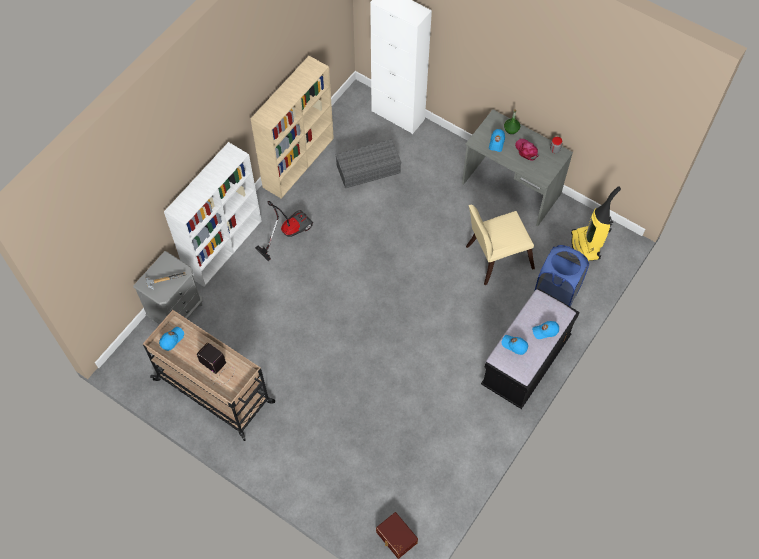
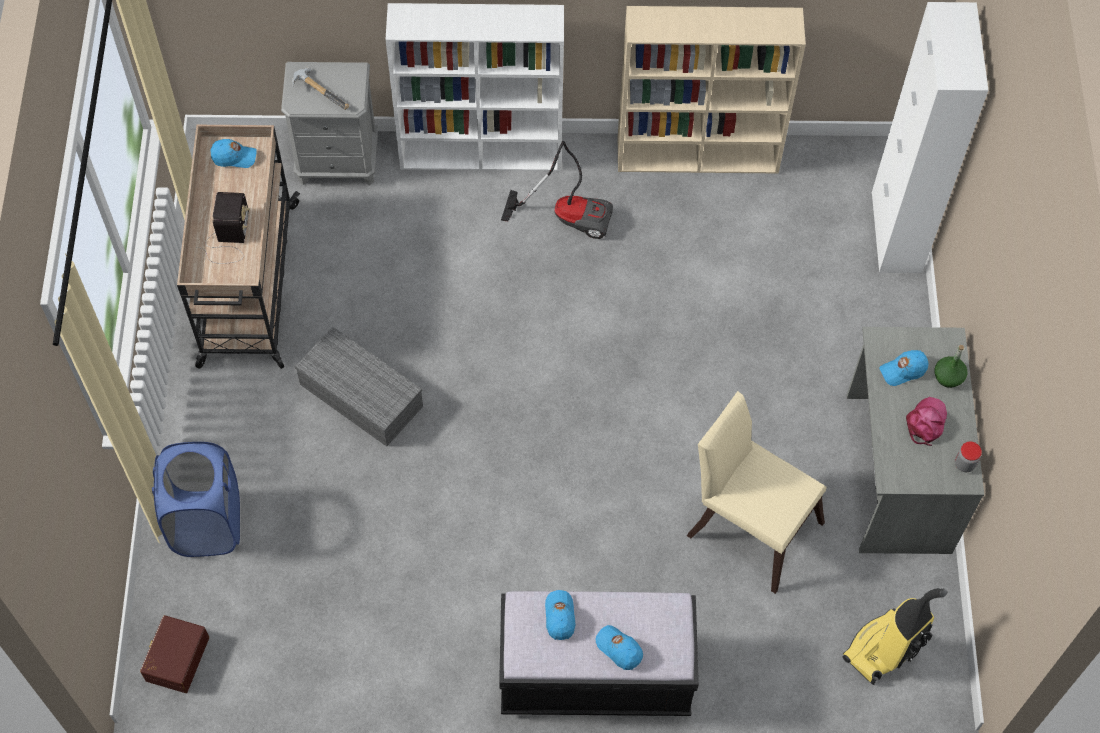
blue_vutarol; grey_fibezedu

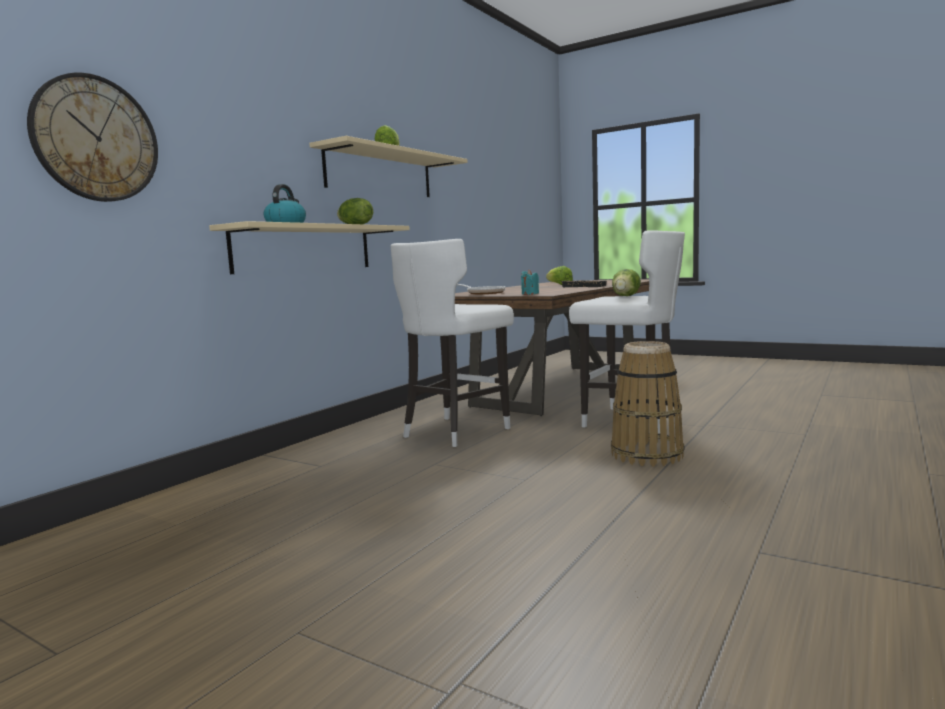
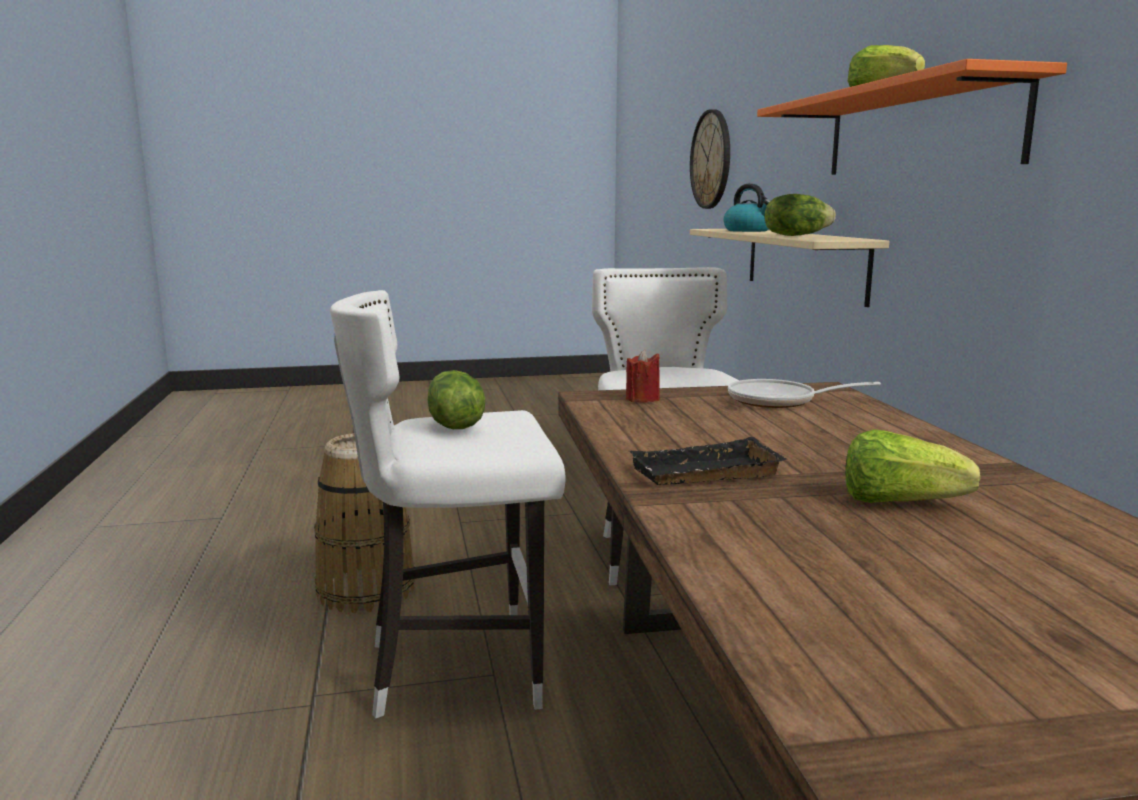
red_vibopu; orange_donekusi

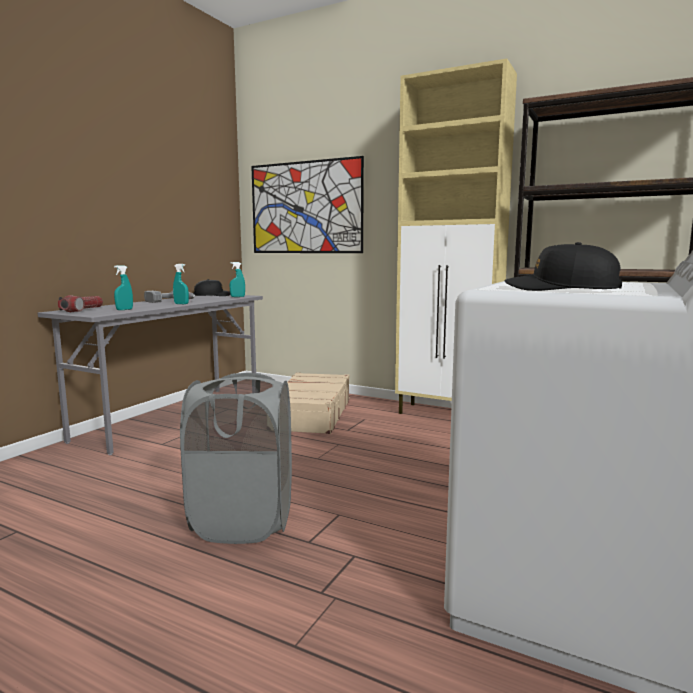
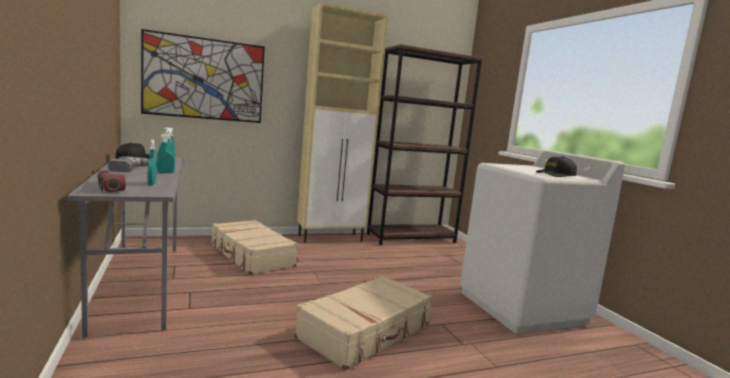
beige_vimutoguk (2nd from left)

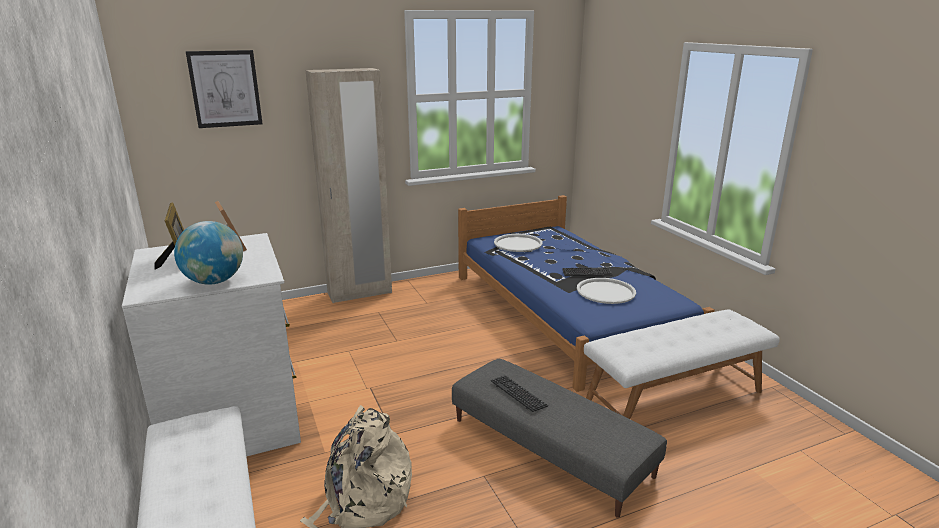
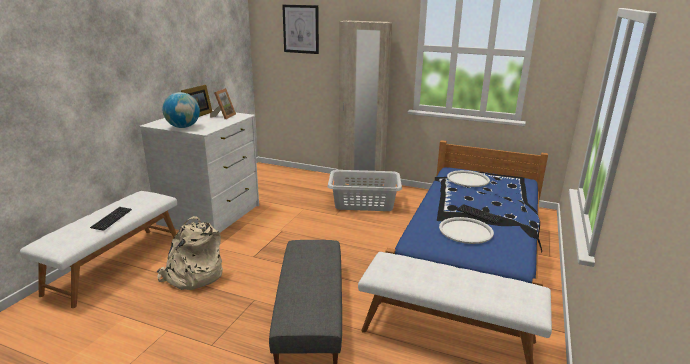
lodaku (1st from left); grey_vutarol

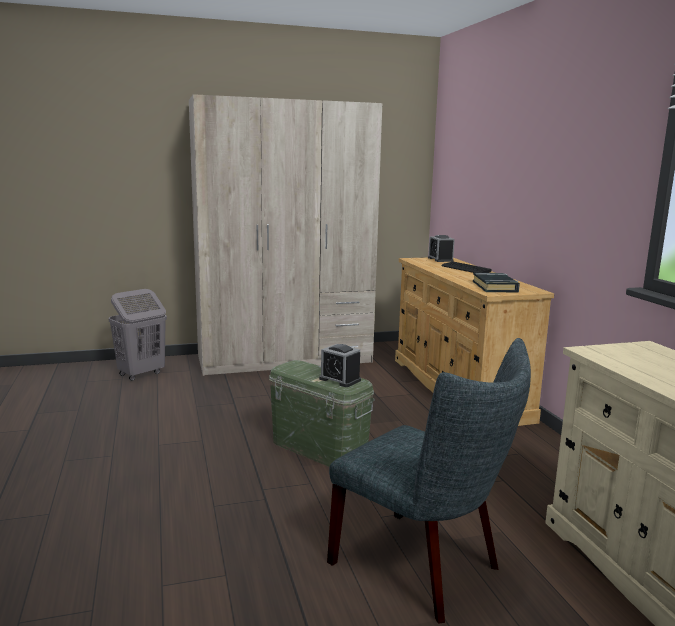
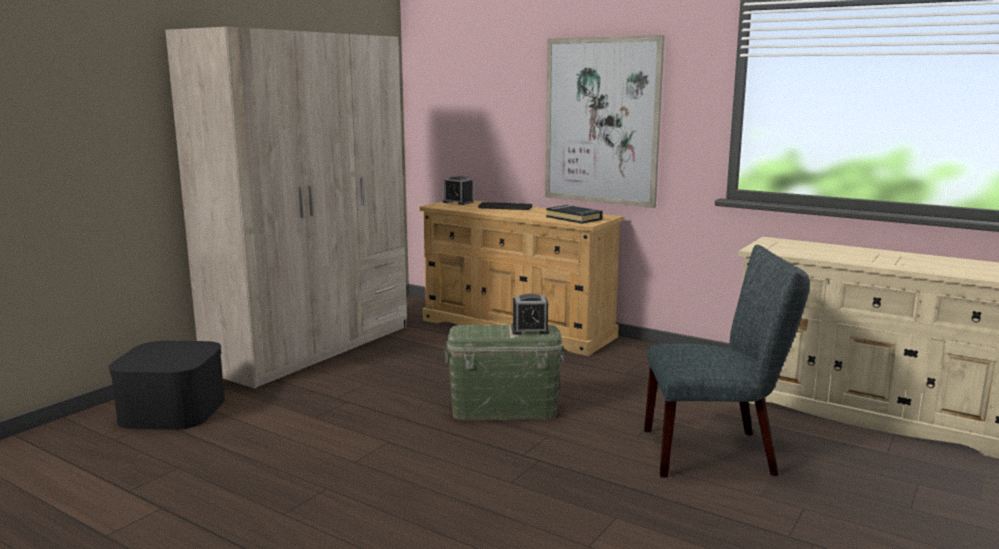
black_fibezedu; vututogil

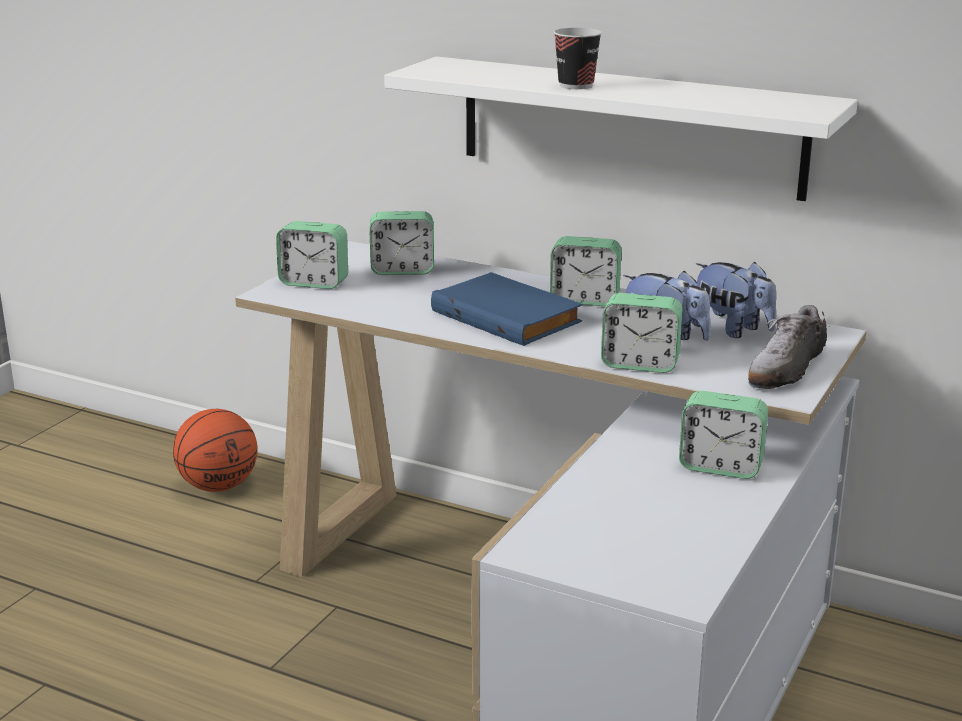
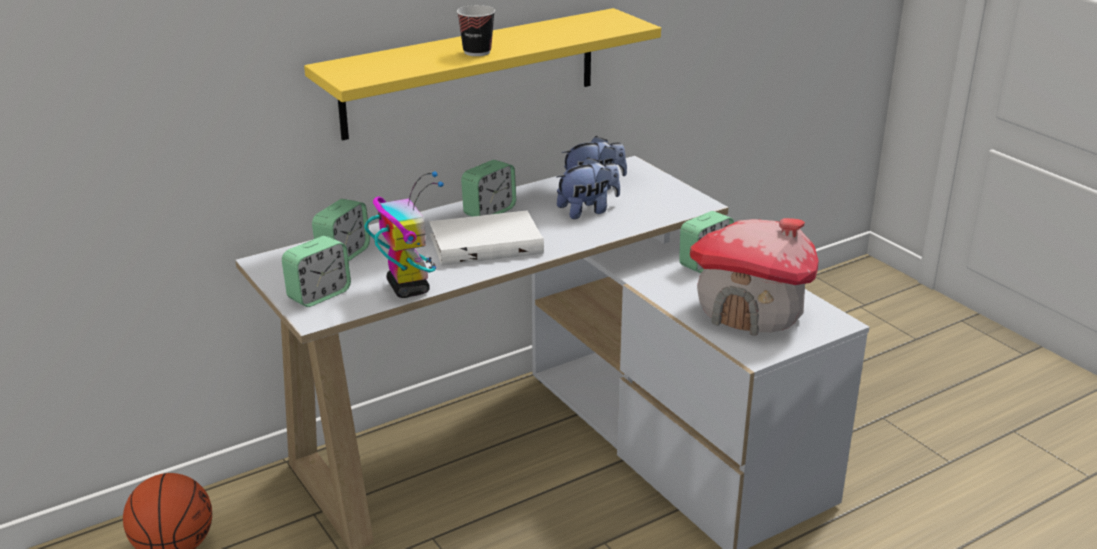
yellow_donekusi; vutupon; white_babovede; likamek; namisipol (4th from left in the first image); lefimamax

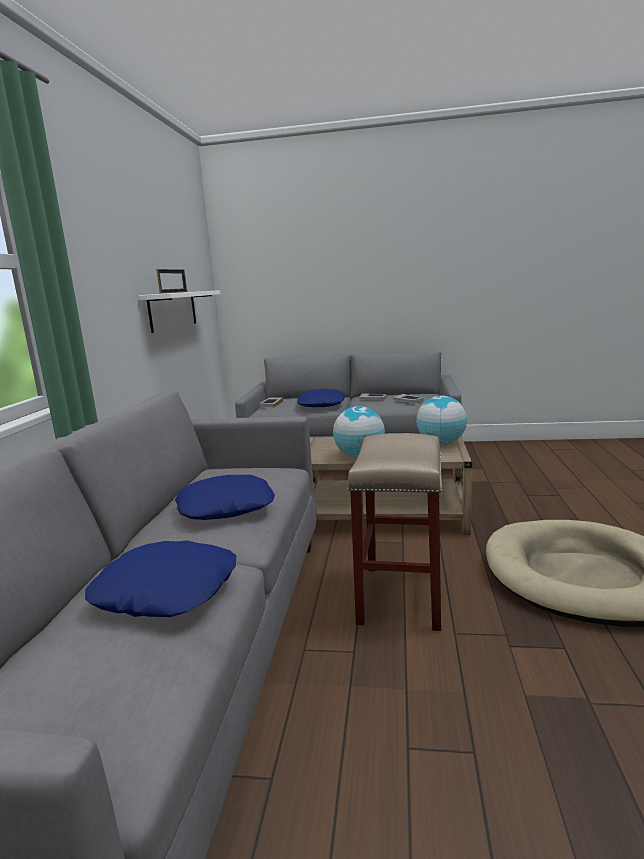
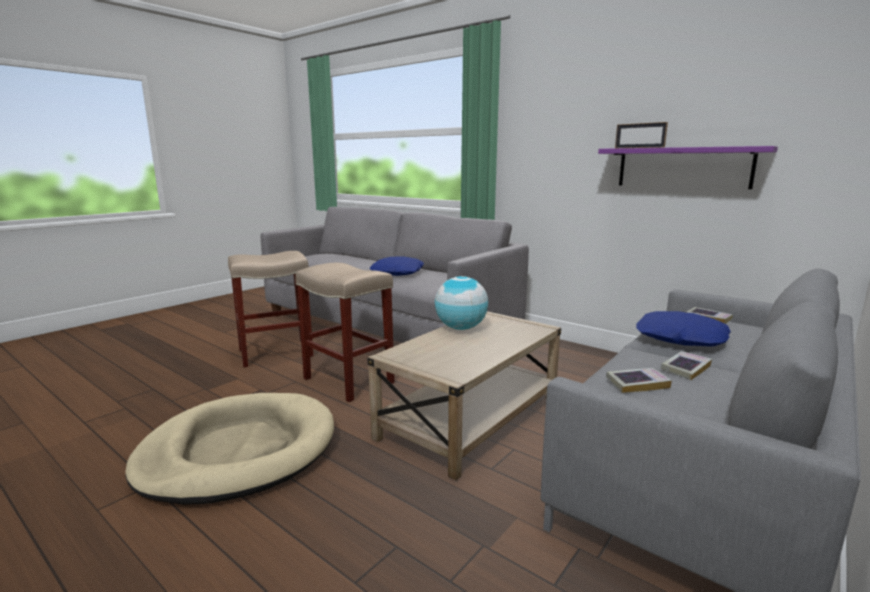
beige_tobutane (1st from left); purple_donekusi; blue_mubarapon (1st from left in the first image); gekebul (2nd from left in the first image)

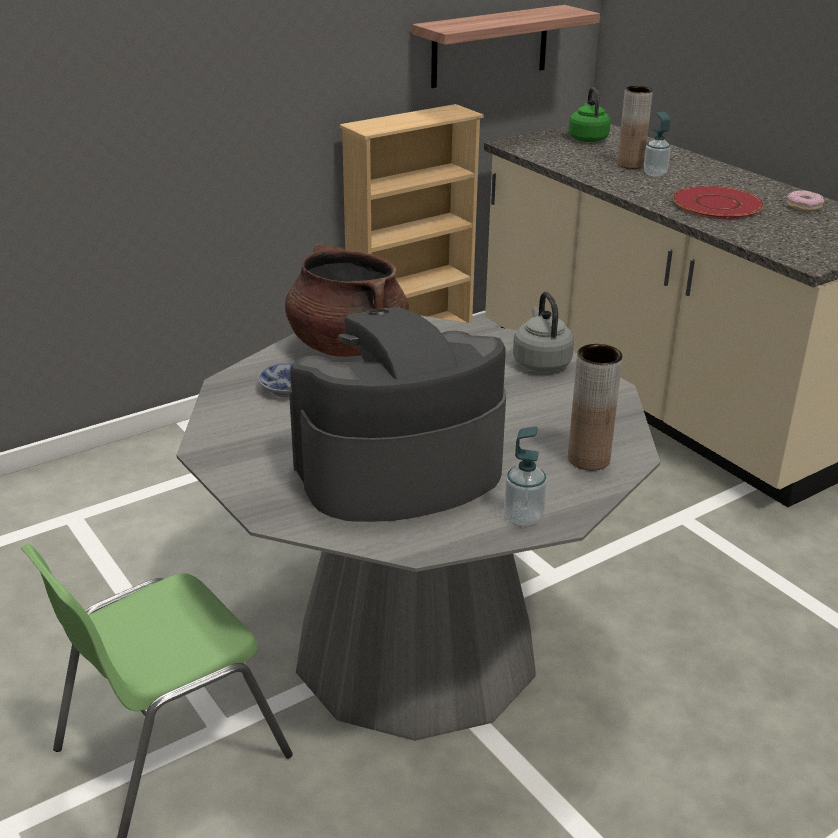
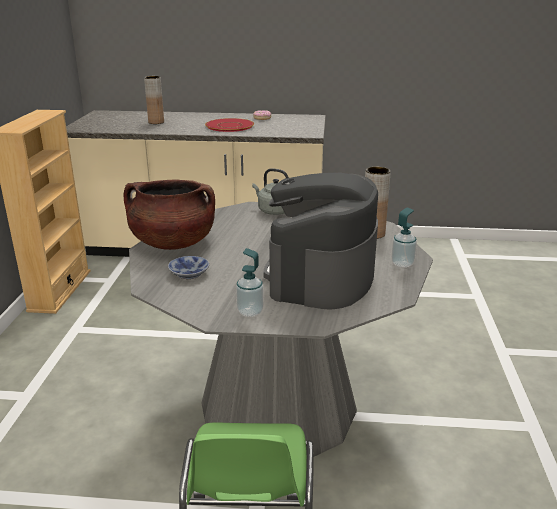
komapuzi (1st from left); donekusi; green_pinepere

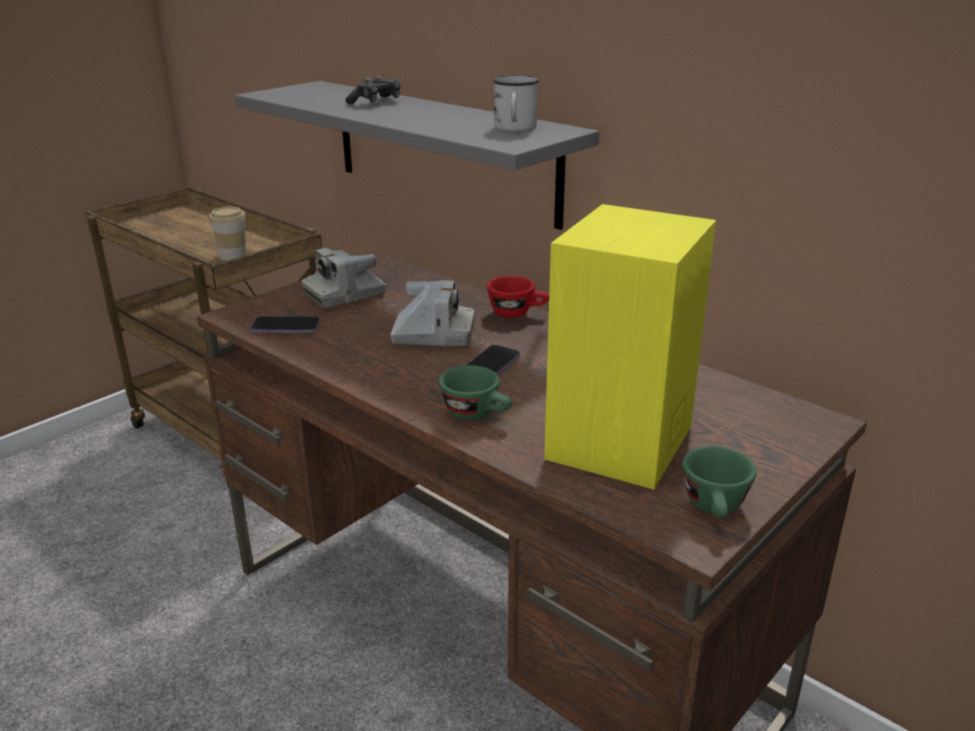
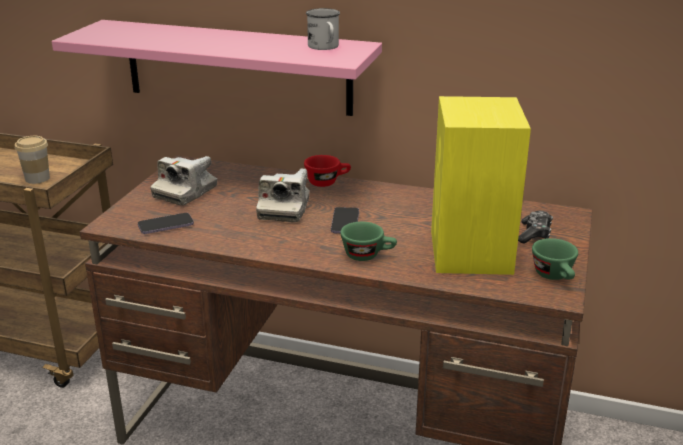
pink_donekusi; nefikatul (2nd from left); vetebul

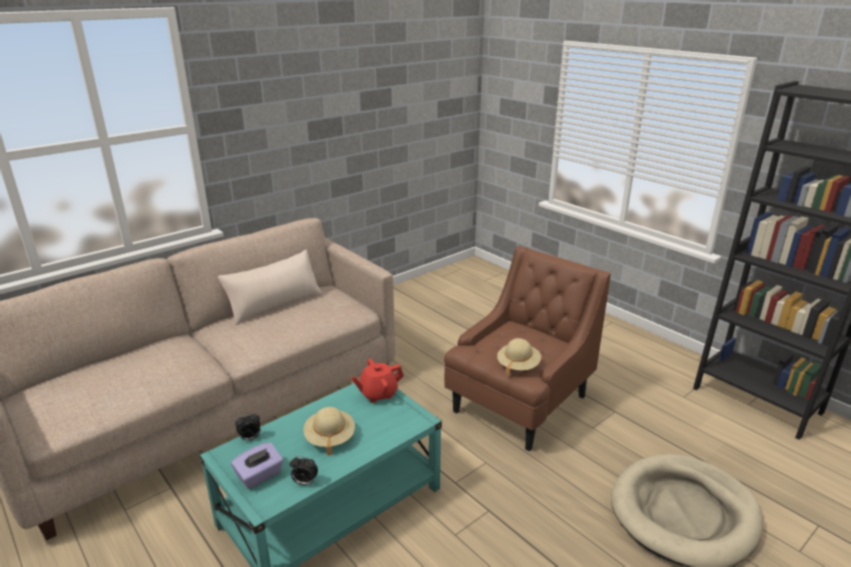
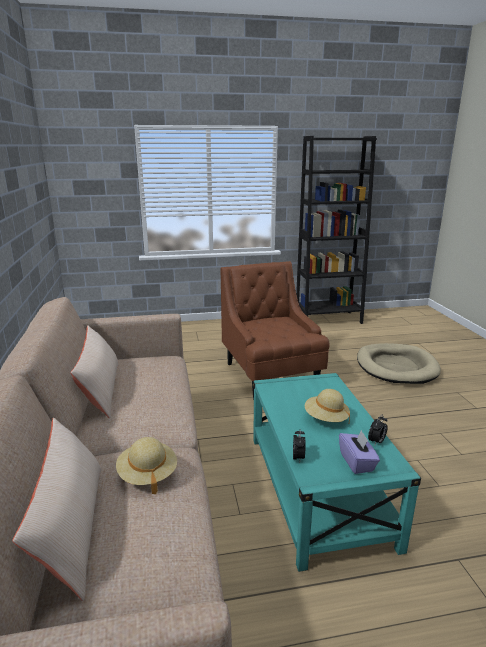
beige_mubarapon (1st from left); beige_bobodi (1st from left); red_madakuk

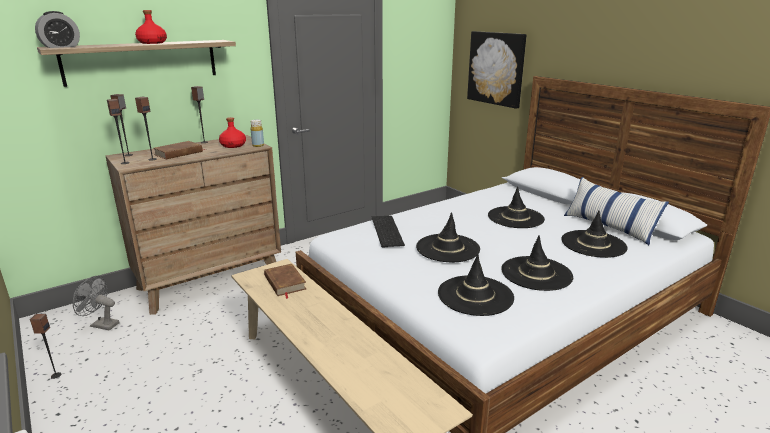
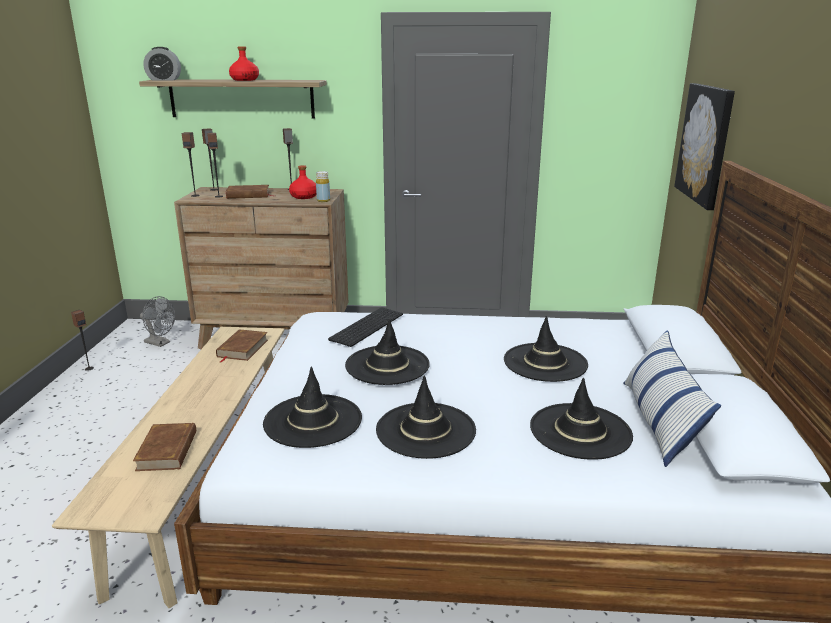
brown_babovede (1st from left); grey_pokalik

